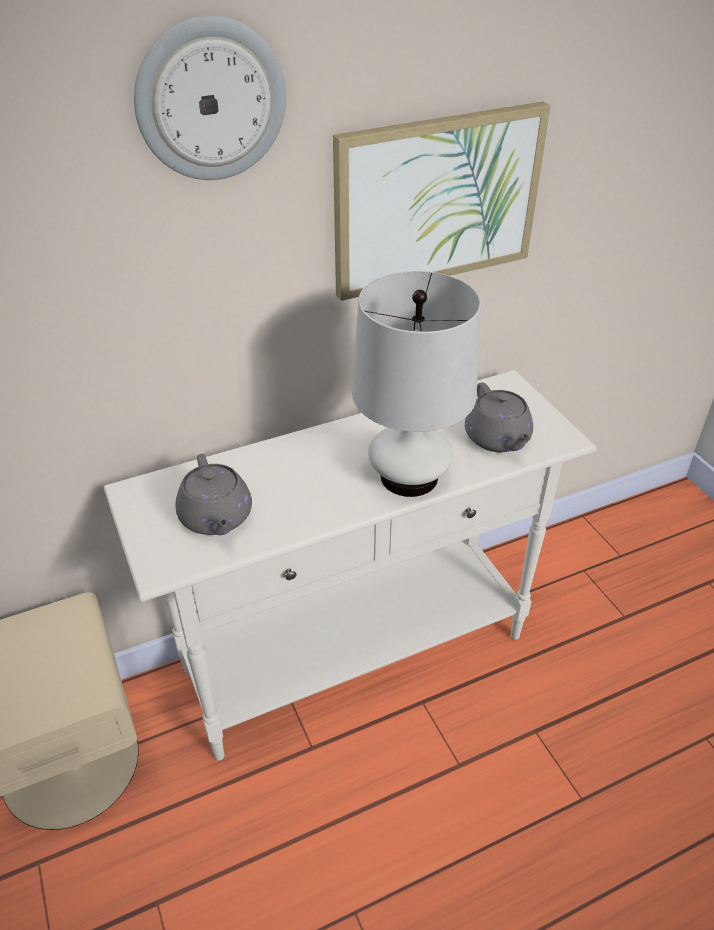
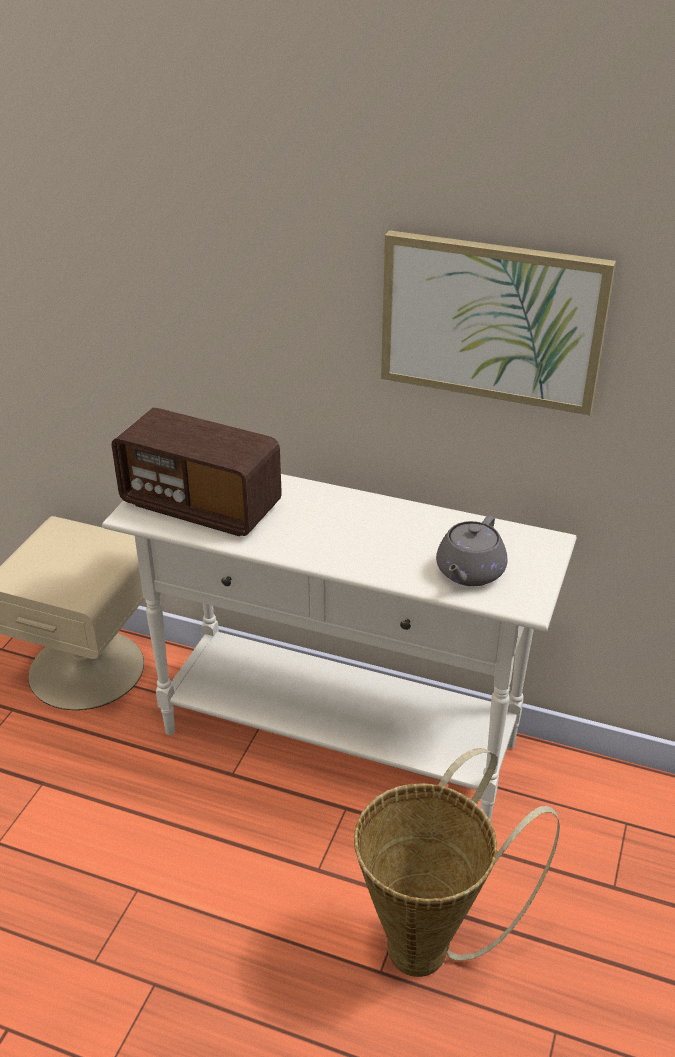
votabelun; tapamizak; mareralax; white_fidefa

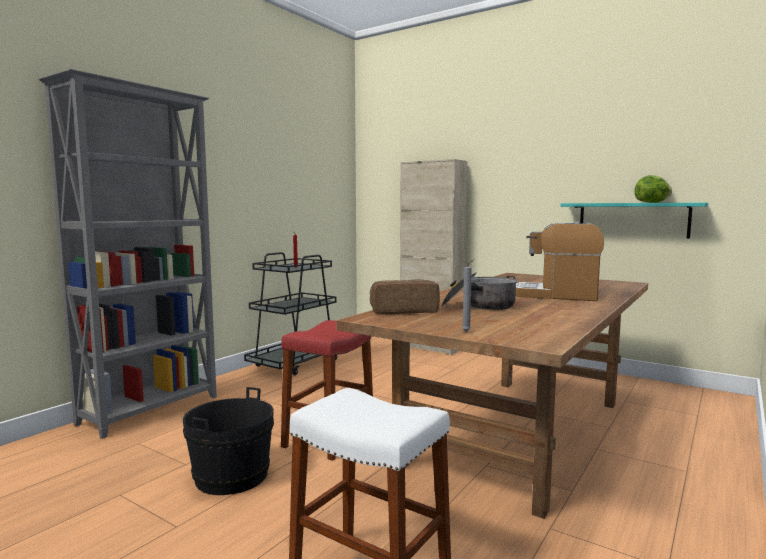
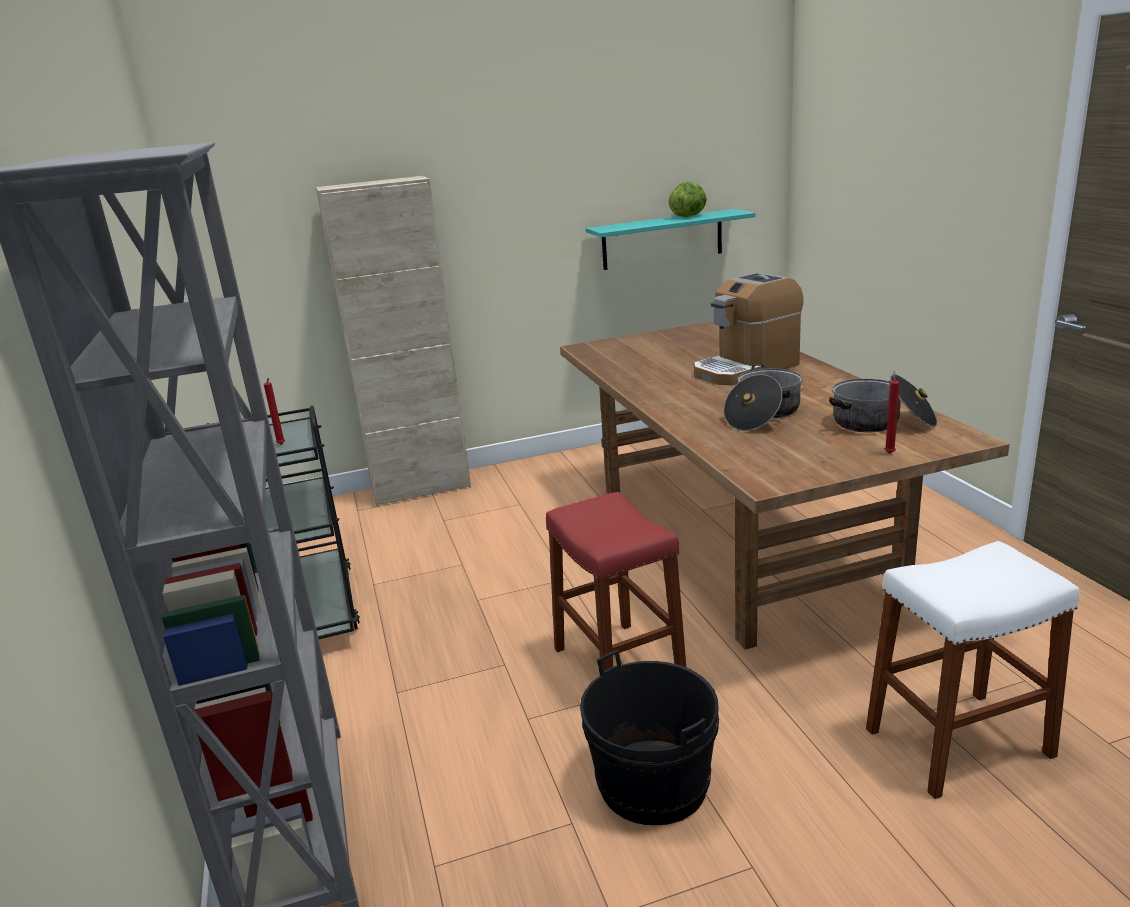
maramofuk (2nd from left); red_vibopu (2nd from left); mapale

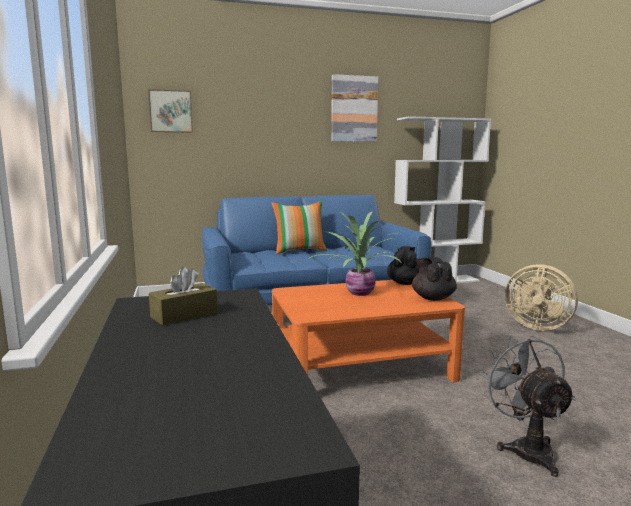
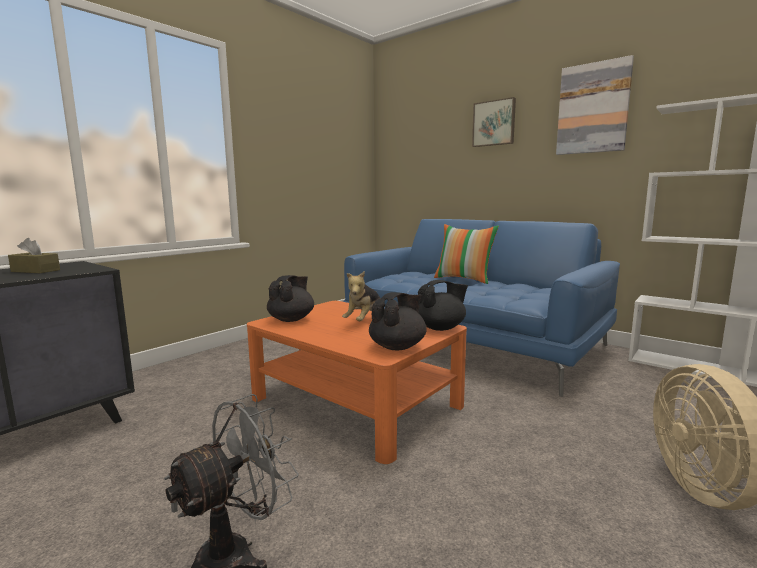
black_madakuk (1st from left); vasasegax; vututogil (1st from left)

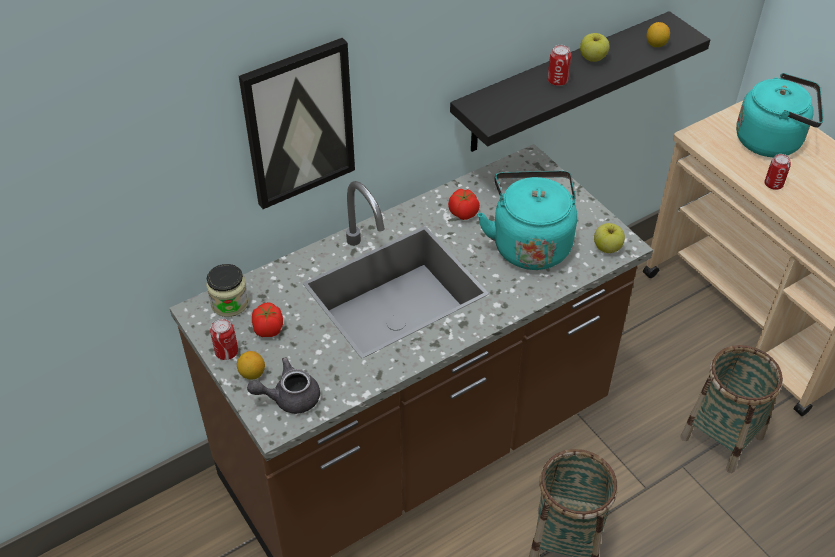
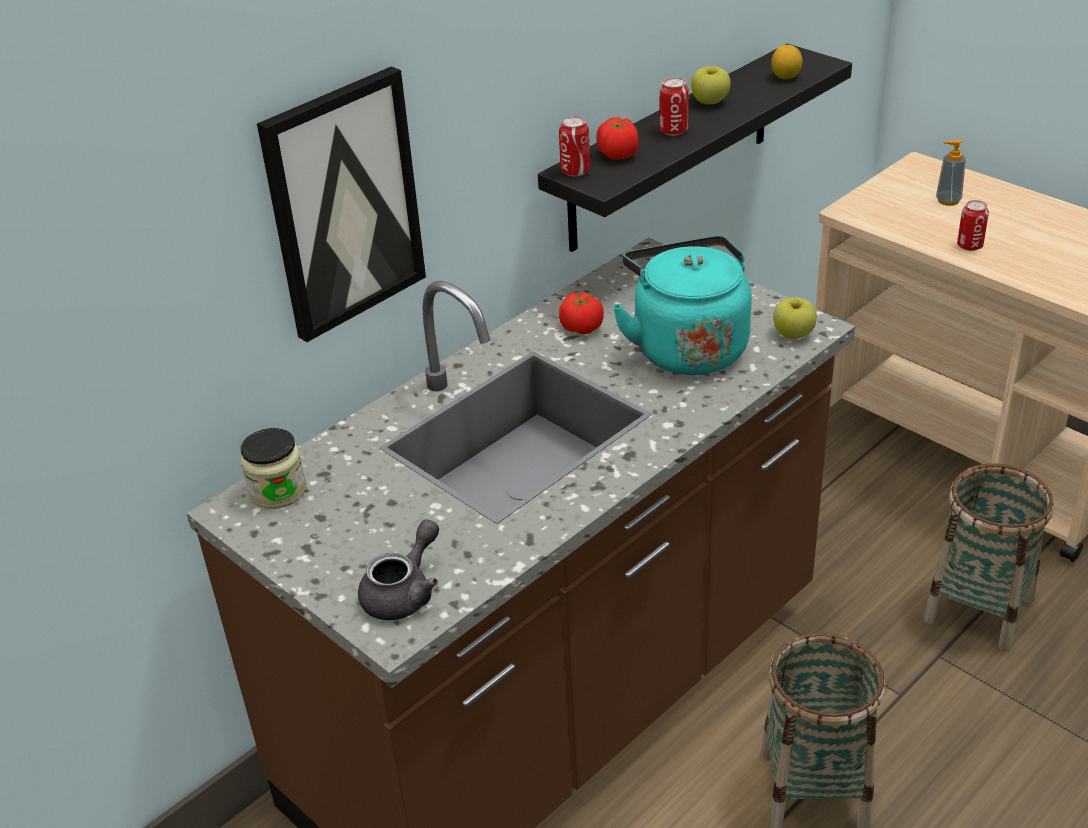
grey_madakuk; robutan (1st from left); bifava (2nd from left); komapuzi; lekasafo (1st from left in the first image)

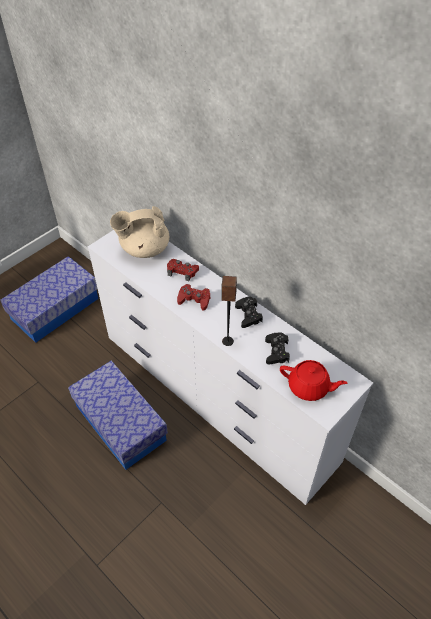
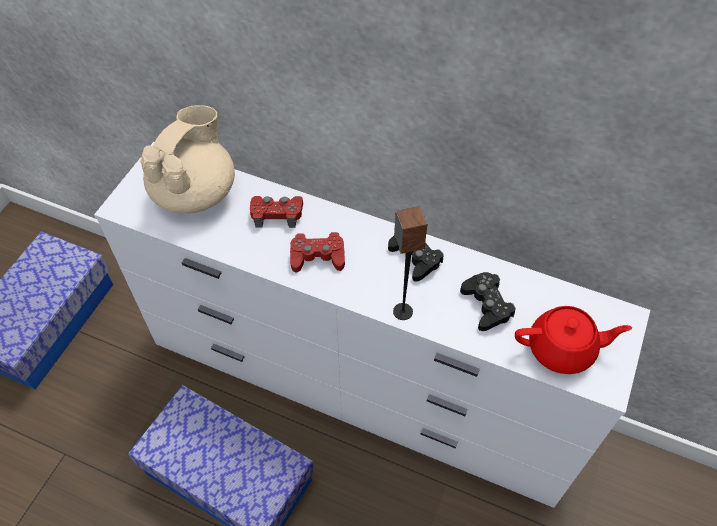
beige_madakuk

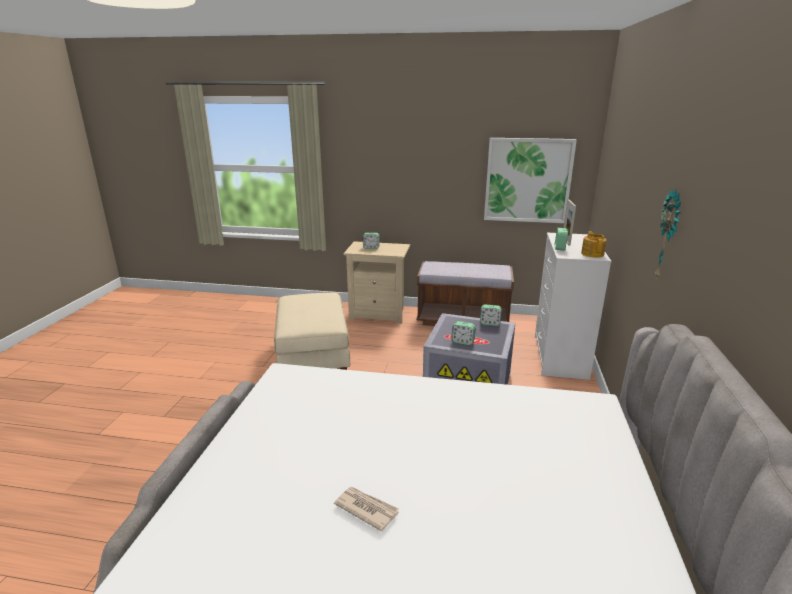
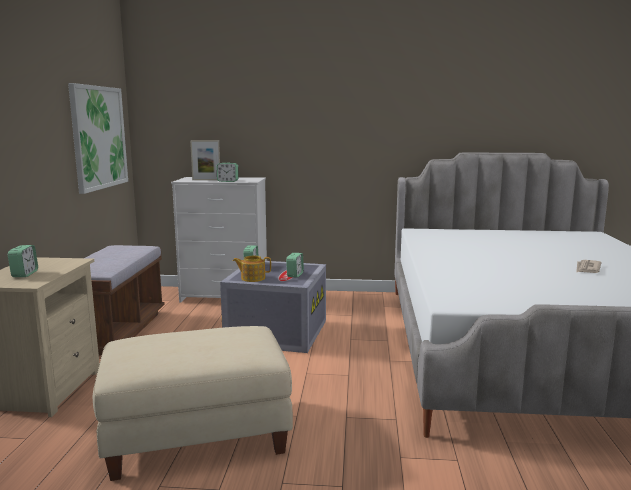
madakuk; mareralax

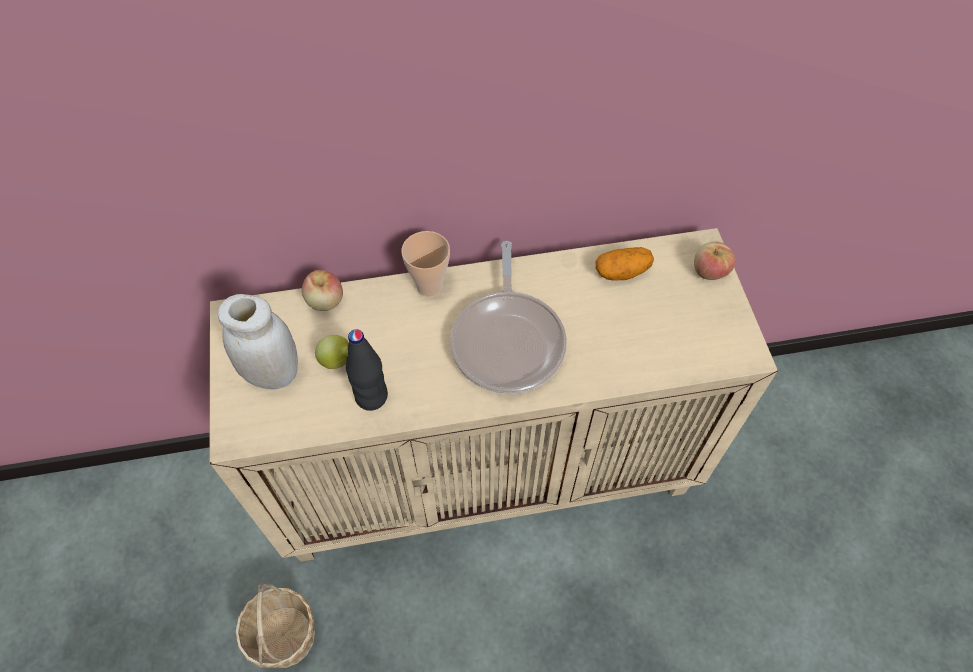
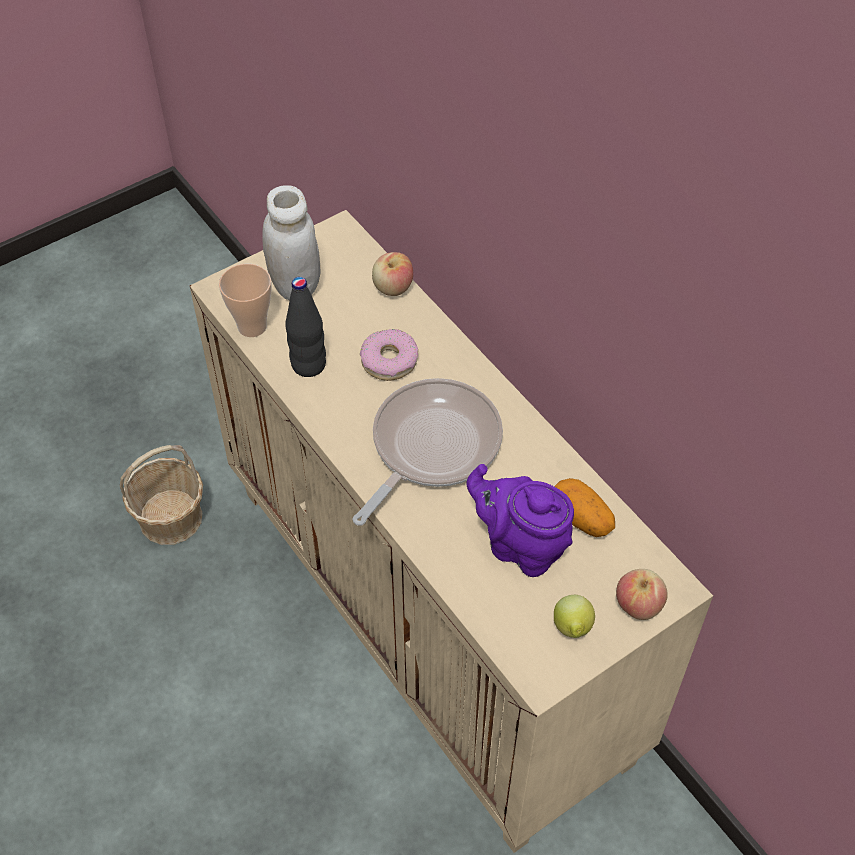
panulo; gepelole; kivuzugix; purple_madakuk; lekasafo

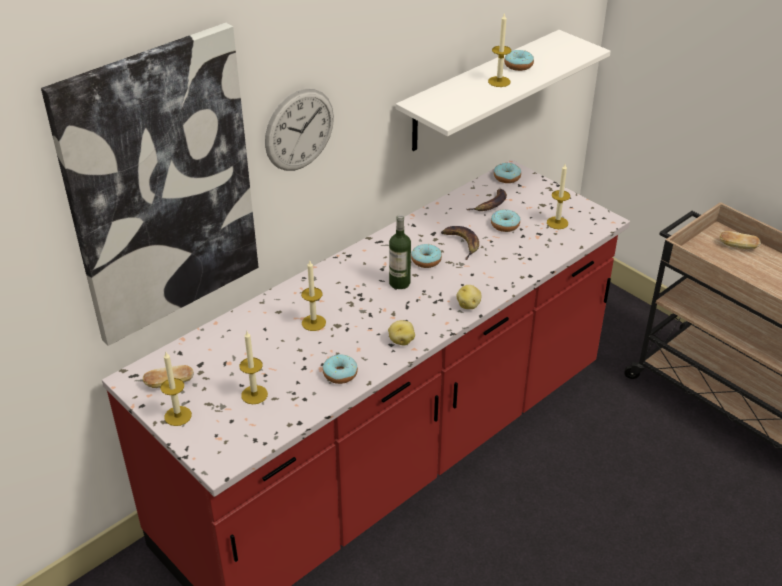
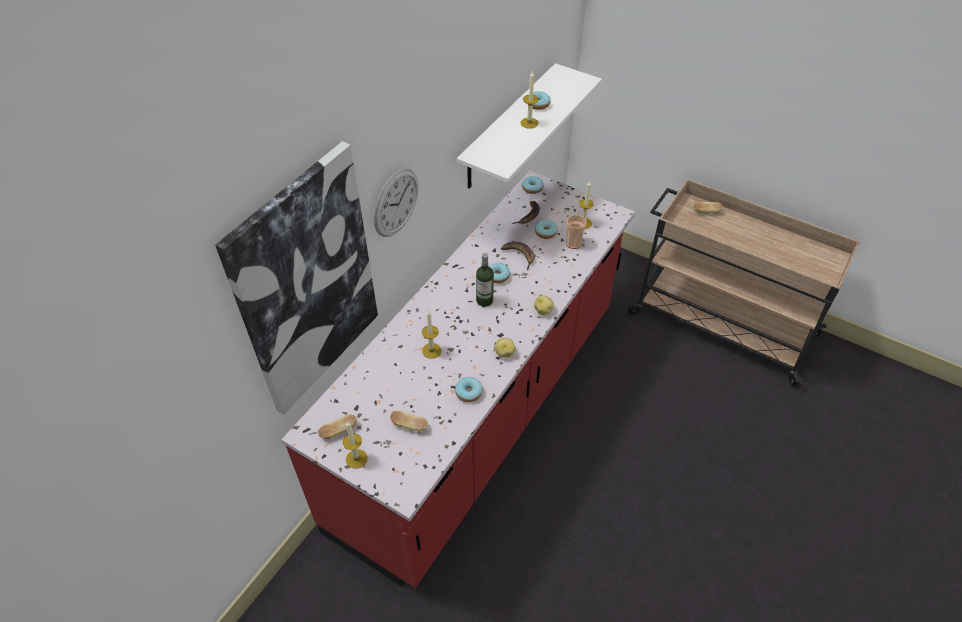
mapale (2nd from left); panulo

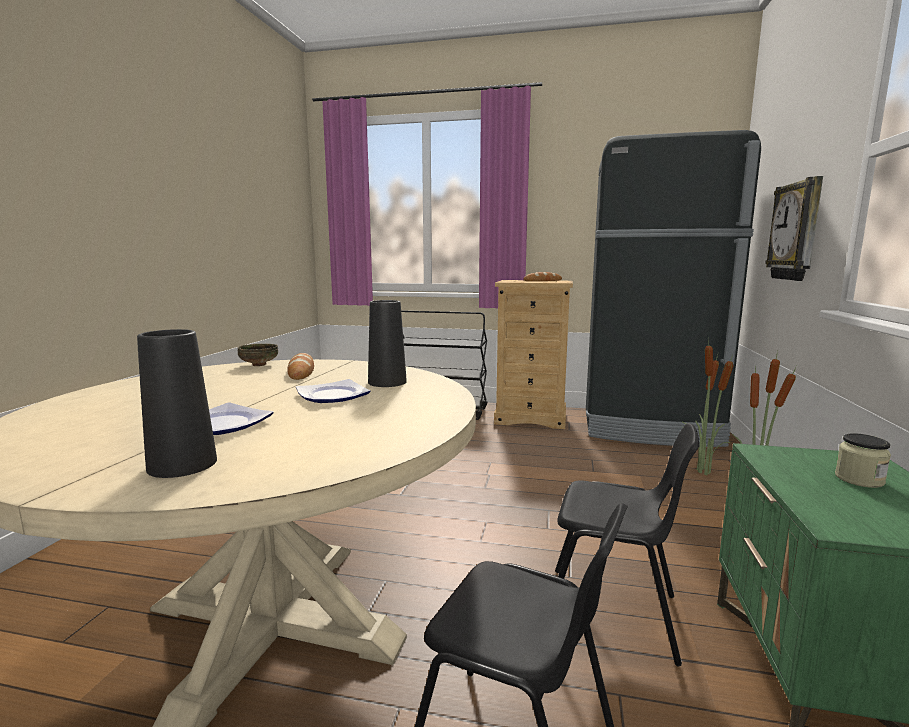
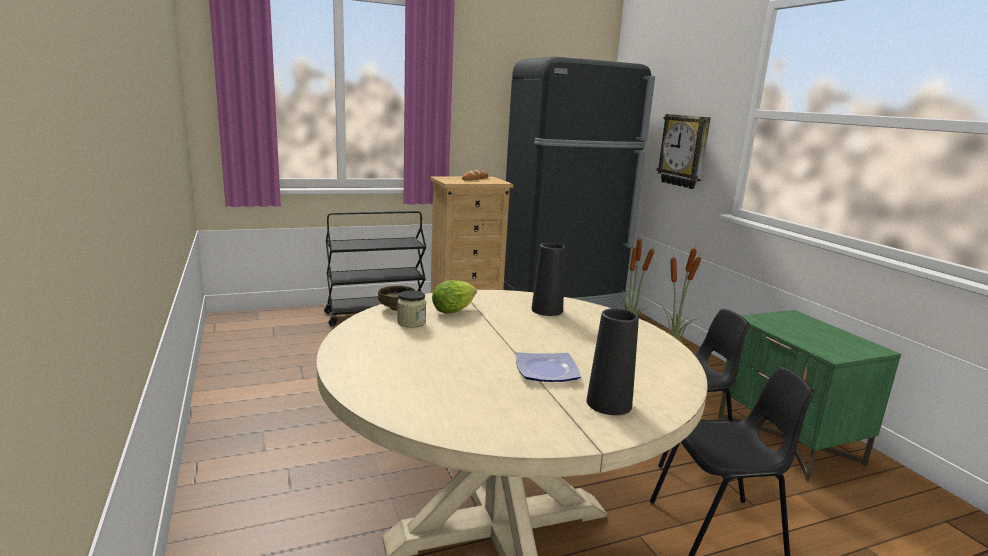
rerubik; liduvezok; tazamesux (2nd from left in the first image)

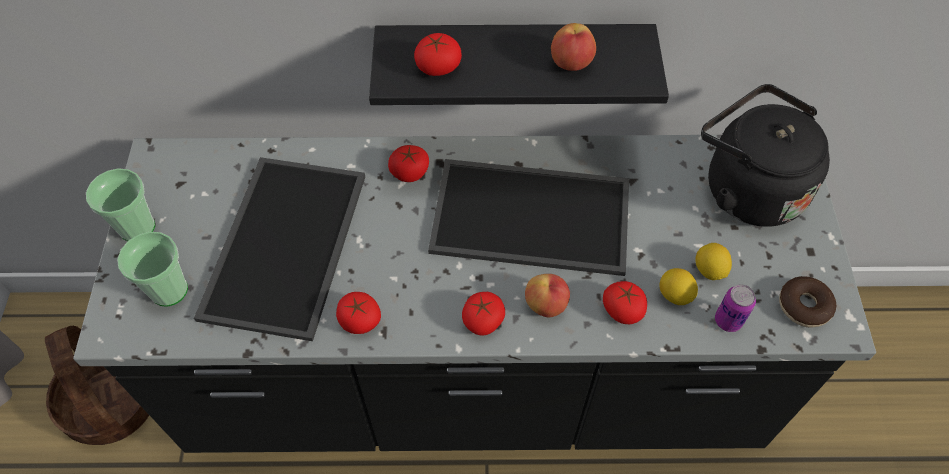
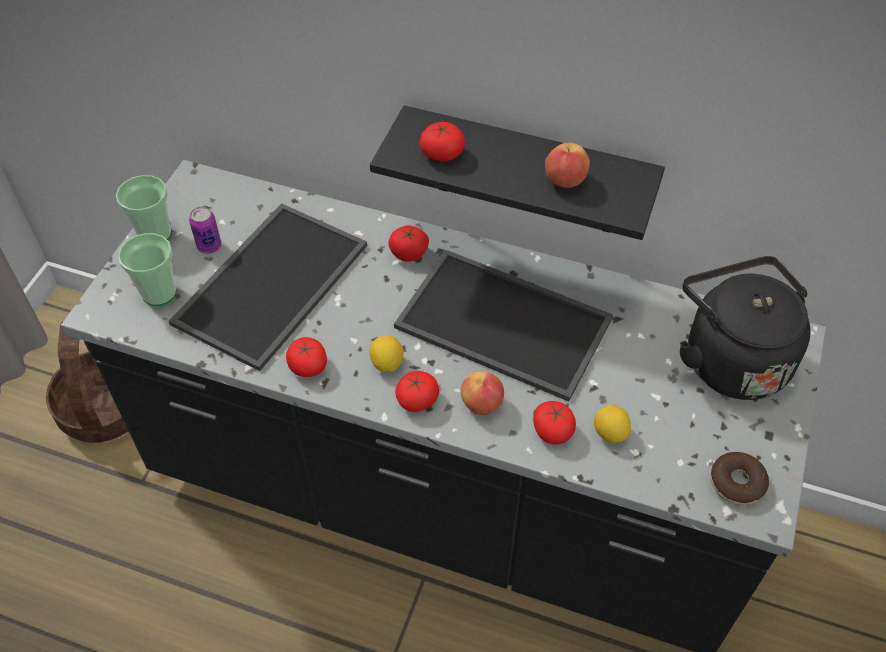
robutan; lekasafo (1st from left)

